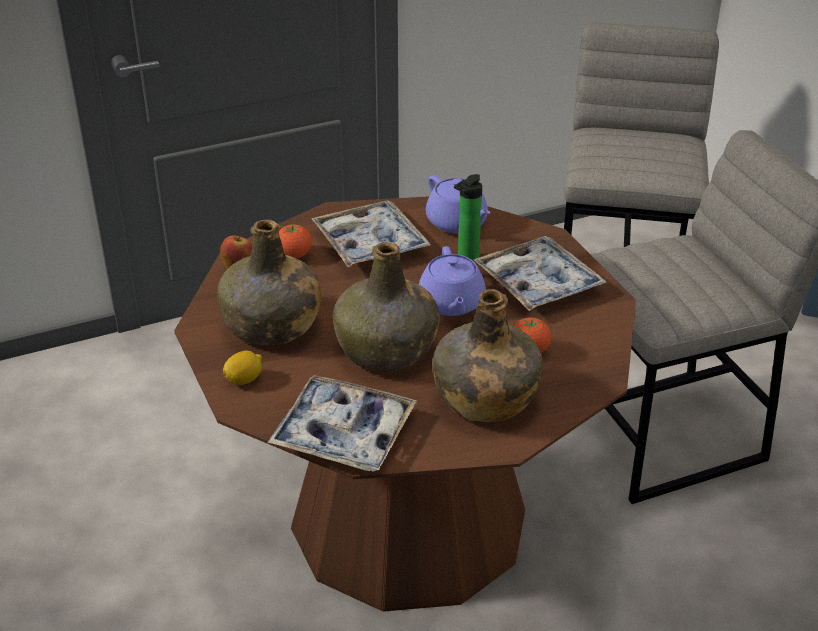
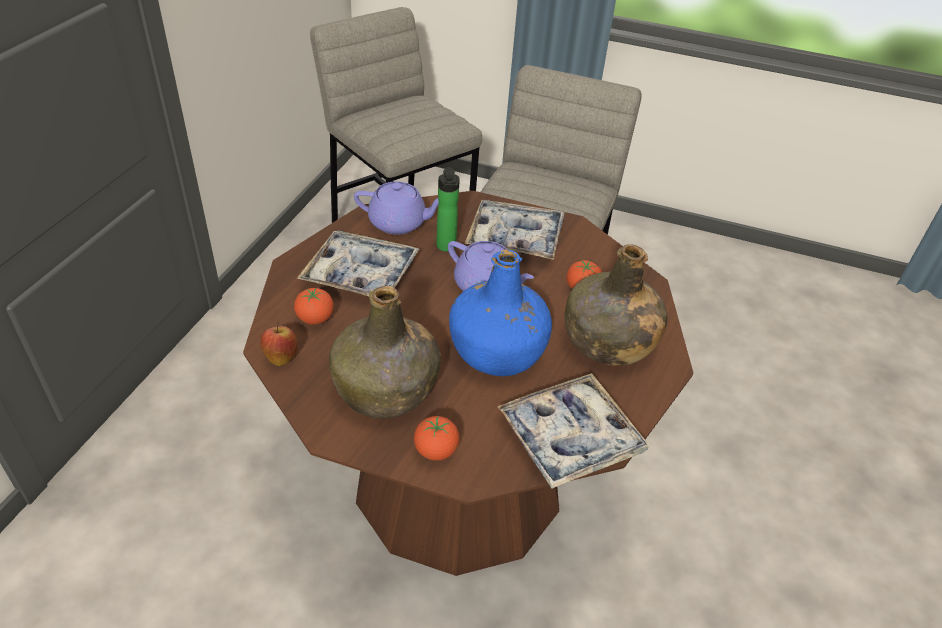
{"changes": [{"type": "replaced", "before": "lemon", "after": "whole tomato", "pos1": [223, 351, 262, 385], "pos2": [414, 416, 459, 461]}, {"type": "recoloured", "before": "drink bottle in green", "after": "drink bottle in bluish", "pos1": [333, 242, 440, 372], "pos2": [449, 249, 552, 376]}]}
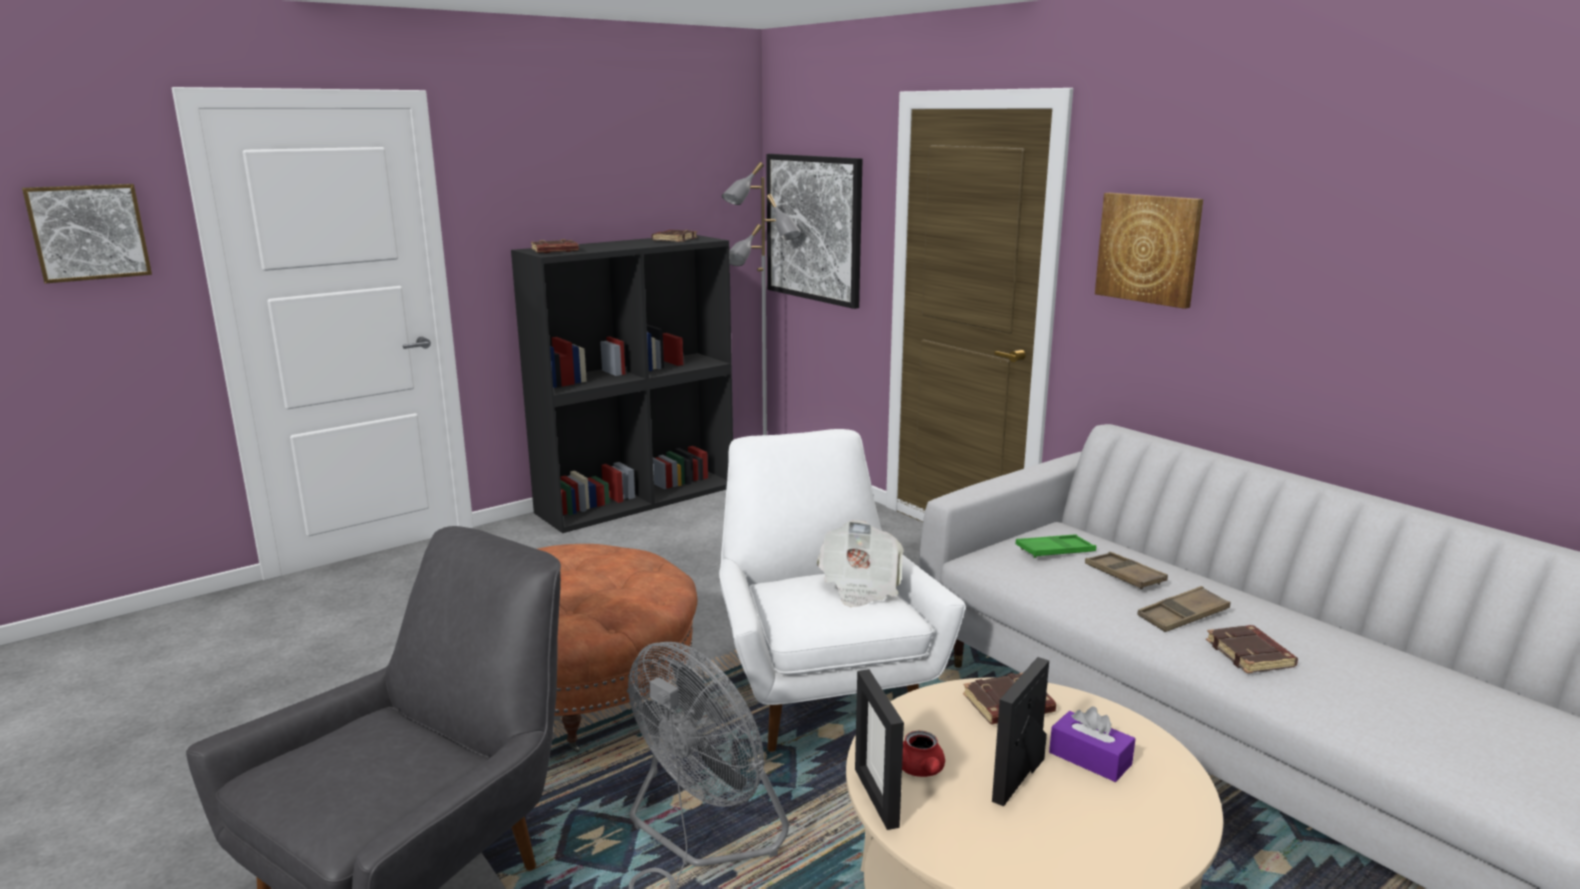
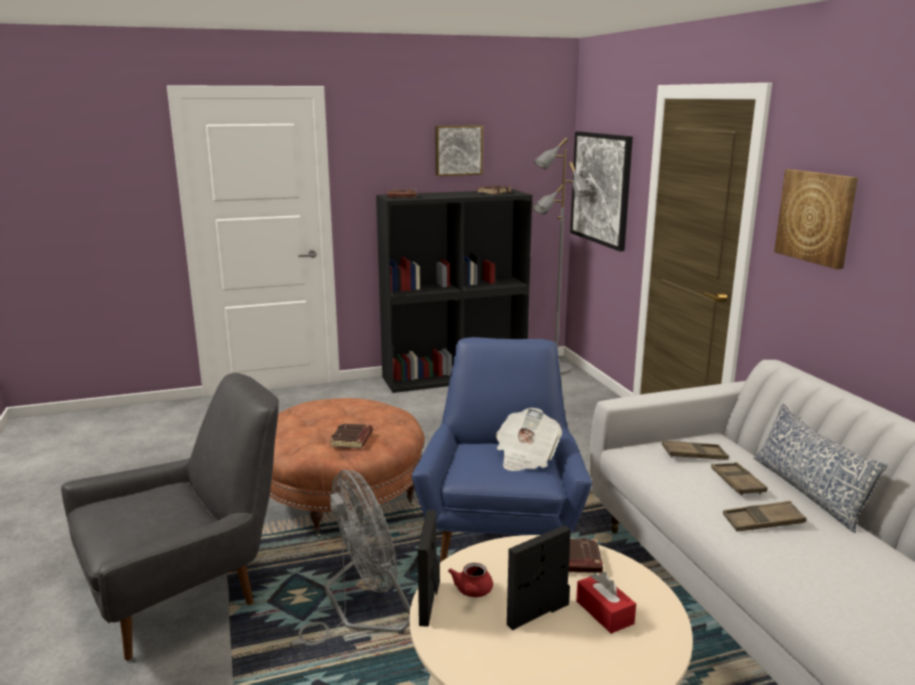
{"changes": [{"type": "added", "after": "cushion", "pos2": [753, 404, 888, 533]}, {"type": "moved", "before": "wall picture", "pos1": [22, 184, 152, 284], "pos2": [435, 125, 483, 176]}, {"type": "moved", "before": "bound book in brown-coloured", "pos1": [1206, 625, 1298, 673], "pos2": [330, 423, 373, 448]}, {"type": "recoloured", "before": "easy chair in white-coloured", "after": "easy chair in bluish", "pos1": [719, 429, 966, 752], "pos2": [412, 337, 592, 562]}, {"type": "recoloured", "before": "serving tray in green", "after": "serving tray in brown-coloured", "pos1": [1015, 534, 1096, 558], "pos2": [662, 440, 729, 460]}, {"type": "recoloured", "before": "tissue box in purplish", "after": "tissue box in red-coloured", "pos1": [1049, 707, 1135, 782], "pos2": [576, 572, 636, 634]}]}
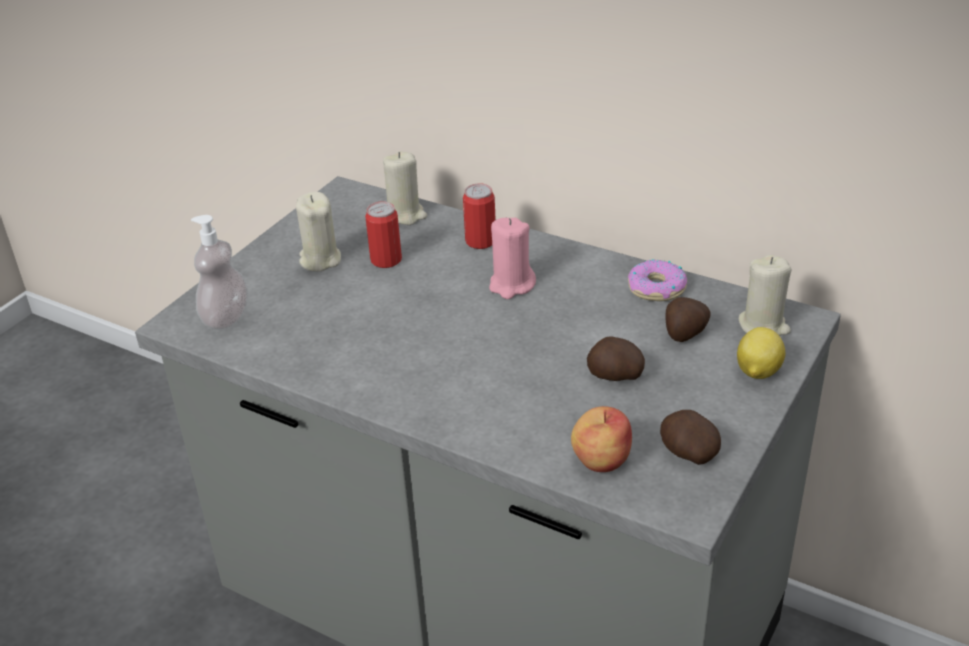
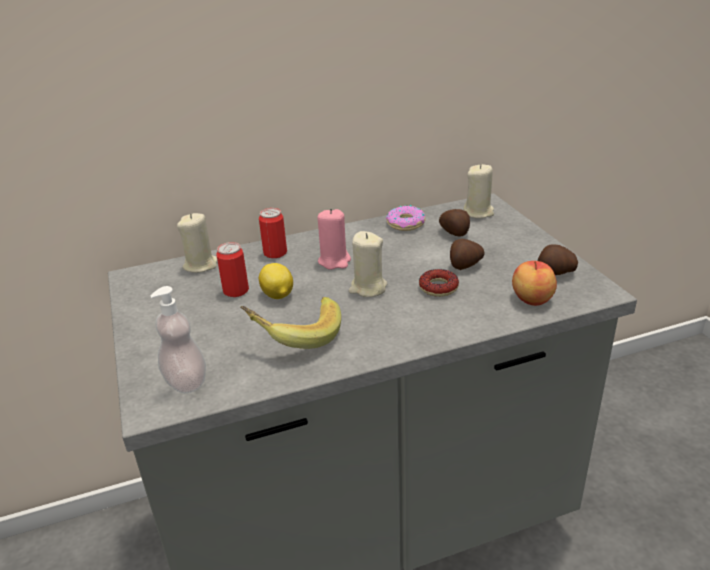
{"changes": [{"type": "added", "after": "banana fruit", "pos2": [240, 297, 341, 349]}, {"type": "added", "after": "donut", "pos2": [419, 269, 459, 297]}, {"type": "moved", "before": "wax candle in sand-coloured", "pos1": [296, 192, 341, 271], "pos2": [349, 231, 387, 297]}, {"type": "moved", "before": "lemon", "pos1": [737, 327, 785, 379], "pos2": [259, 263, 293, 299]}]}
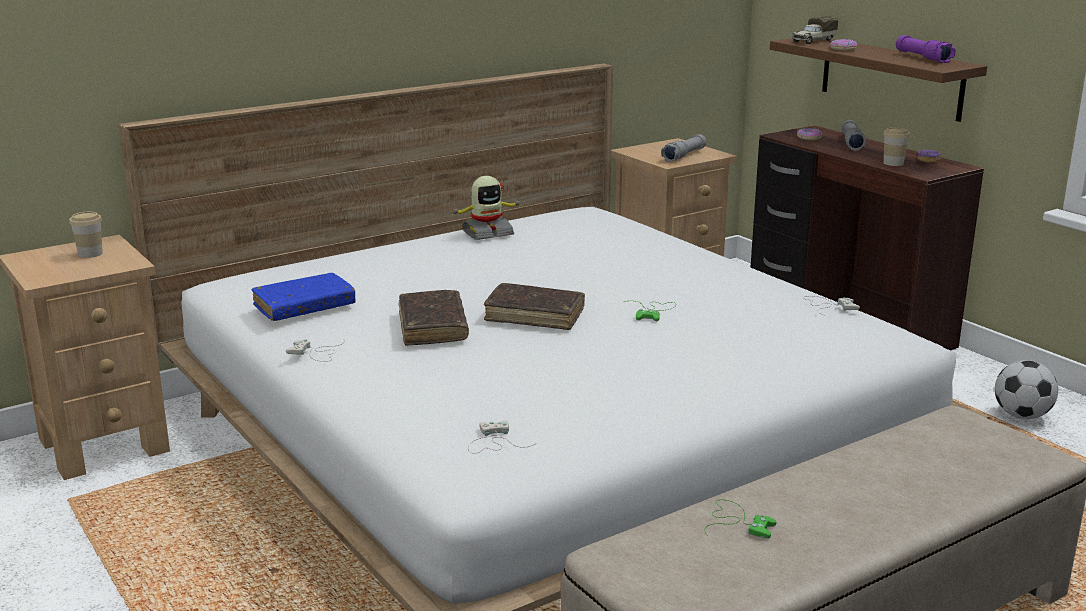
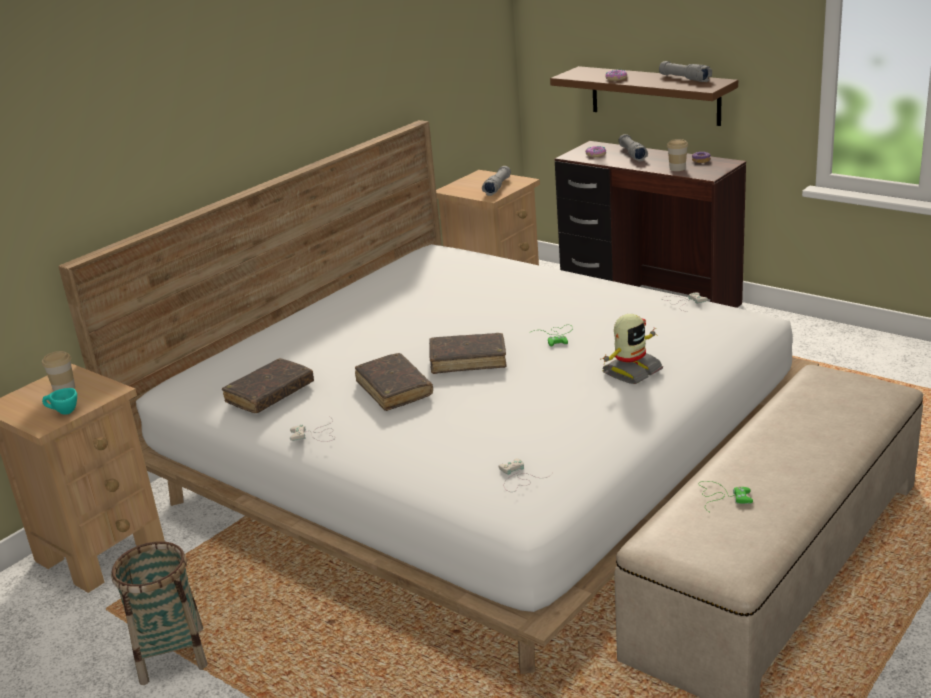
{"changes": [{"type": "removed", "before": "toy truck", "pos1": [792, 16, 838, 44]}, {"type": "removed", "before": "football", "pos1": [995, 360, 1058, 419]}, {"type": "added", "after": "small cup in turquoise", "pos2": [42, 388, 77, 415]}, {"type": "added", "after": "storage basket", "pos2": [111, 541, 208, 685]}, {"type": "moved", "before": "model robot", "pos1": [449, 176, 522, 240], "pos2": [602, 314, 663, 384]}, {"type": "recoloured", "before": "bound book in bluish", "after": "bound book in brown-coloured", "pos1": [251, 273, 356, 321], "pos2": [222, 358, 314, 413]}, {"type": "recoloured", "before": "flashlight in purplish", "after": "flashlight in gray", "pos1": [896, 35, 956, 63], "pos2": [659, 61, 712, 82]}]}
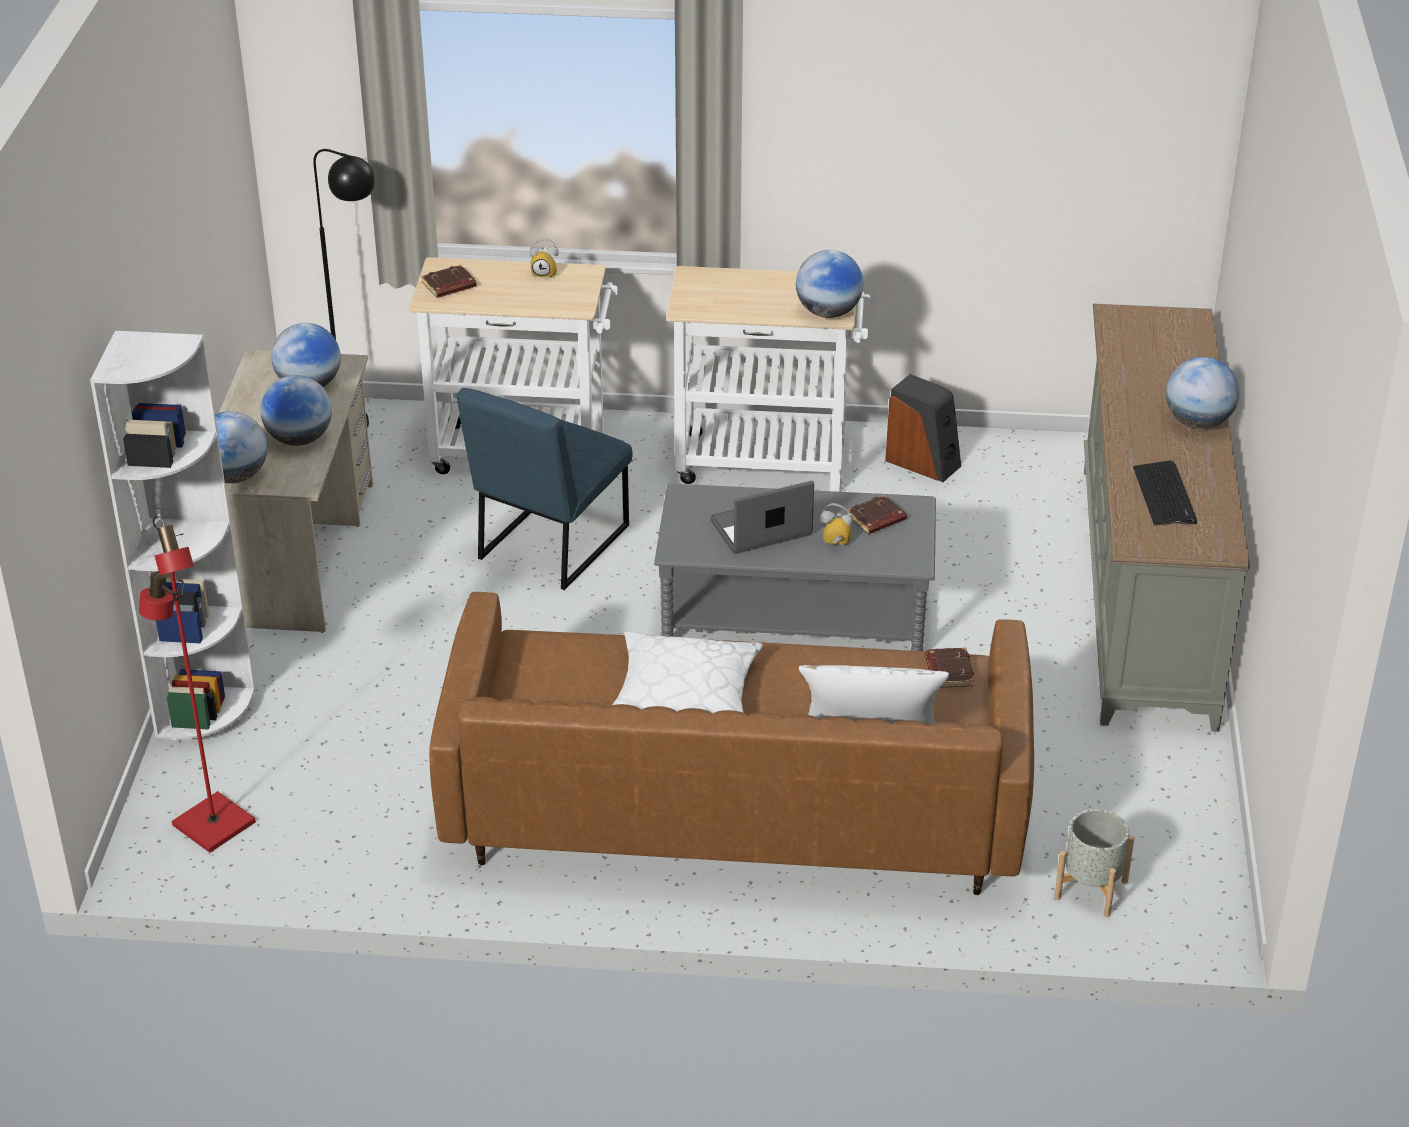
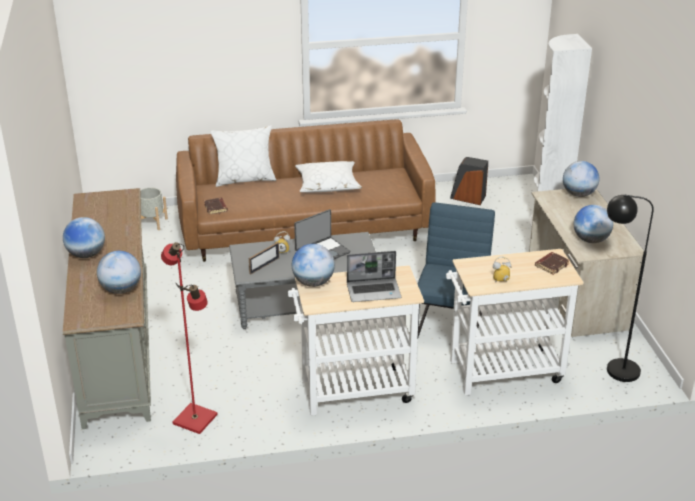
{"changes": [{"type": "removed", "before": "keyboard", "pos1": [1133, 461, 1197, 525]}, {"type": "added", "after": "portable computer", "pos2": [347, 251, 401, 302]}, {"type": "moved", "before": "standard lamp in red-coloured", "pos1": [139, 516, 256, 853], "pos2": [161, 242, 218, 434]}, {"type": "moved", "before": "globe", "pos1": [260, 375, 332, 446], "pos2": [97, 251, 141, 294]}, {"type": "moved", "before": "audio speaker", "pos1": [885, 374, 961, 482], "pos2": [450, 157, 488, 205]}, {"type": "replaced", "before": "bound book in brown-coloured", "after": "picture frame", "pos1": [847, 495, 907, 534], "pos2": [249, 242, 279, 275]}]}
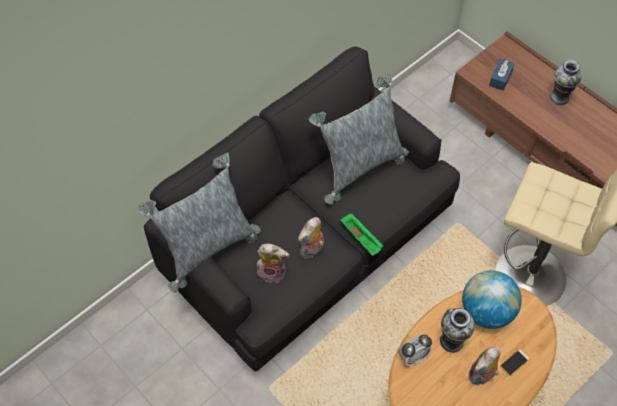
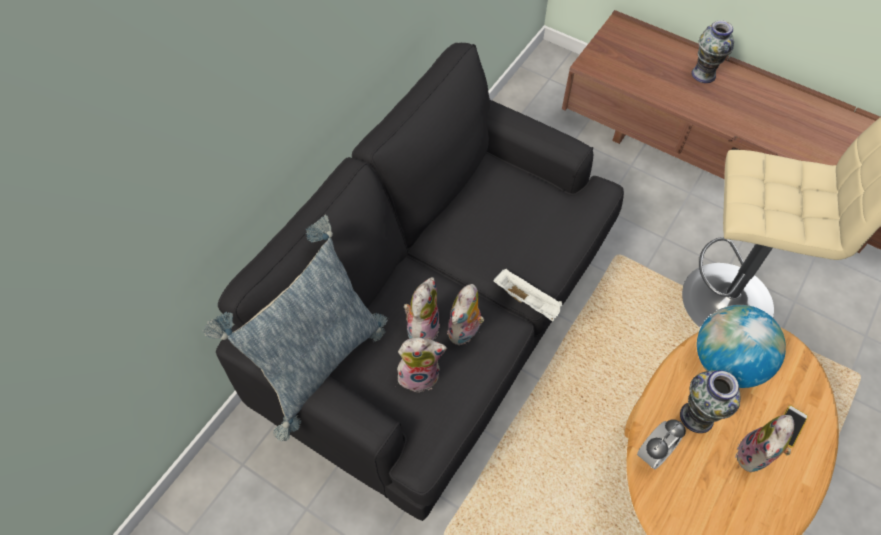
{"changes": [{"type": "removed", "before": "cushion", "pos1": [308, 72, 409, 205]}, {"type": "removed", "before": "tissue box in bluish", "pos1": [489, 58, 515, 91]}, {"type": "added", "after": "cuddly toy", "pos2": [404, 277, 440, 340]}, {"type": "recoloured", "before": "serving tray in green", "after": "serving tray in white-coloured", "pos1": [341, 213, 383, 256], "pos2": [493, 269, 563, 321]}]}
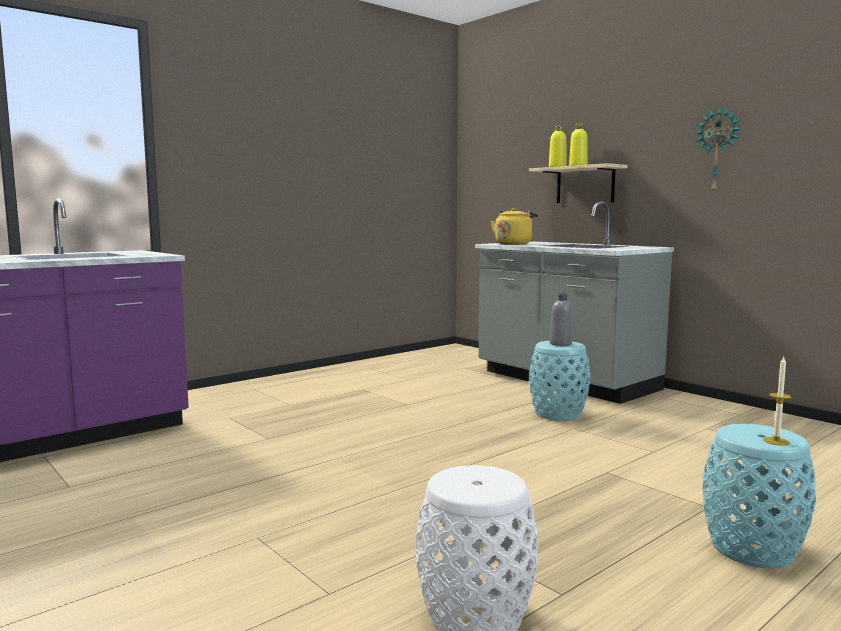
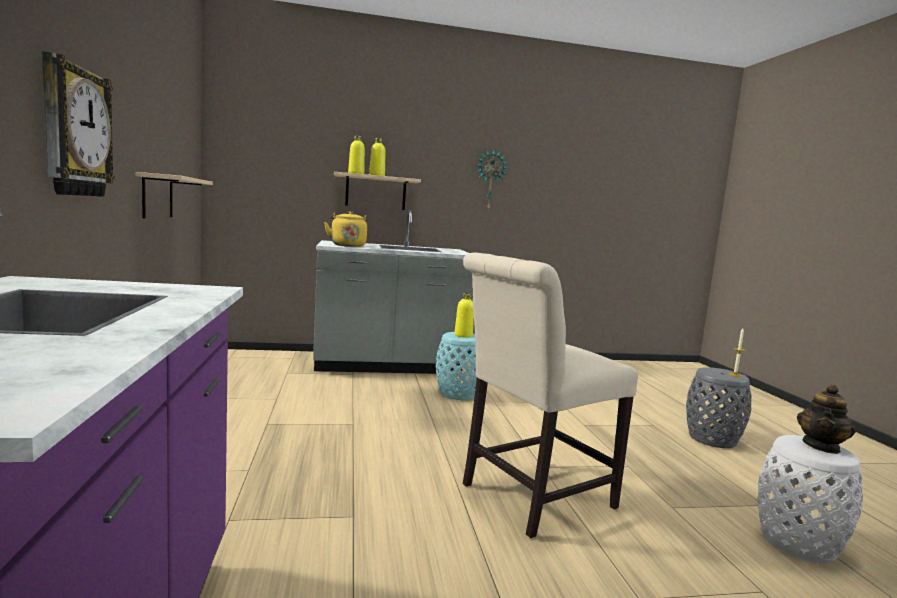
{"changes": [{"type": "added", "after": "wall clock", "pos2": [42, 51, 115, 197]}, {"type": "added", "after": "shelf in sand-coloured", "pos2": [136, 172, 213, 218]}, {"type": "added", "after": "upright chair in sand-coloured", "pos2": [463, 253, 638, 538]}, {"type": "added", "after": "tea pot", "pos2": [797, 385, 856, 454]}, {"type": "recoloured", "before": "drink bottle in gray", "after": "drink bottle in yellow-coloured", "pos1": [550, 293, 572, 346], "pos2": [454, 293, 474, 338]}, {"type": "recoloured", "before": "stool in turquoise", "after": "stool in gray", "pos1": [703, 424, 816, 568], "pos2": [686, 367, 752, 448]}]}
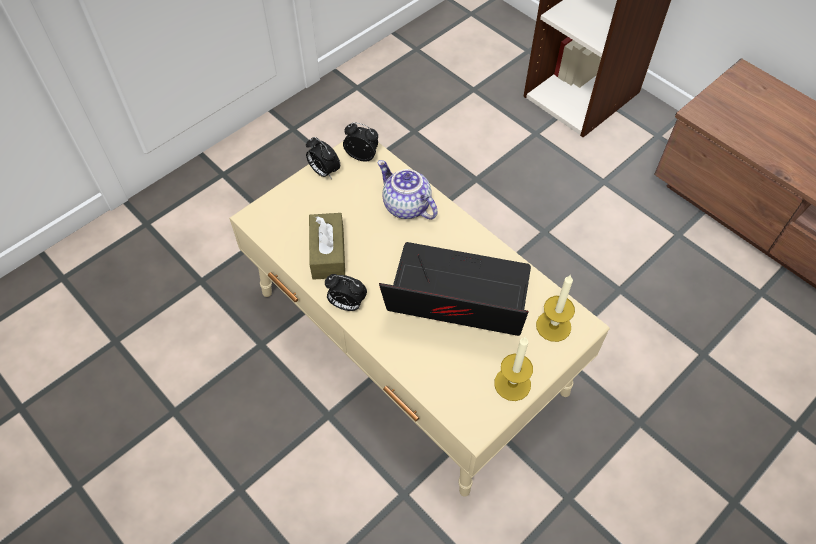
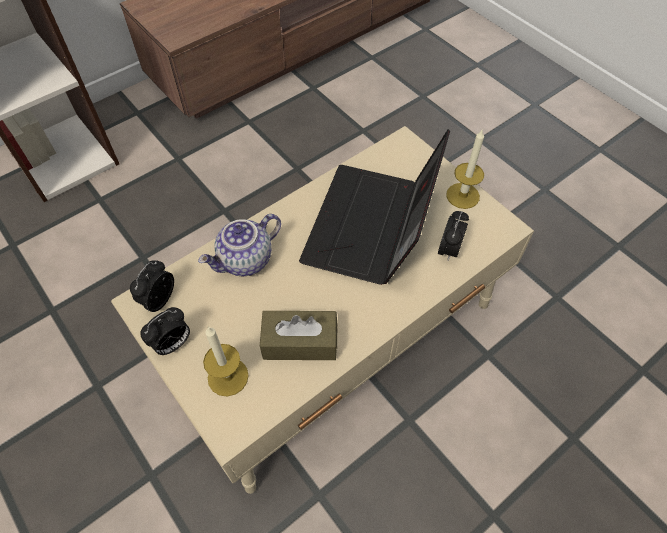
{"changes": [{"type": "moved", "before": "alarm clock", "pos1": [325, 274, 367, 311], "pos2": [438, 211, 469, 261]}, {"type": "moved", "before": "wax candle", "pos1": [536, 275, 575, 342], "pos2": [203, 326, 249, 397]}]}
